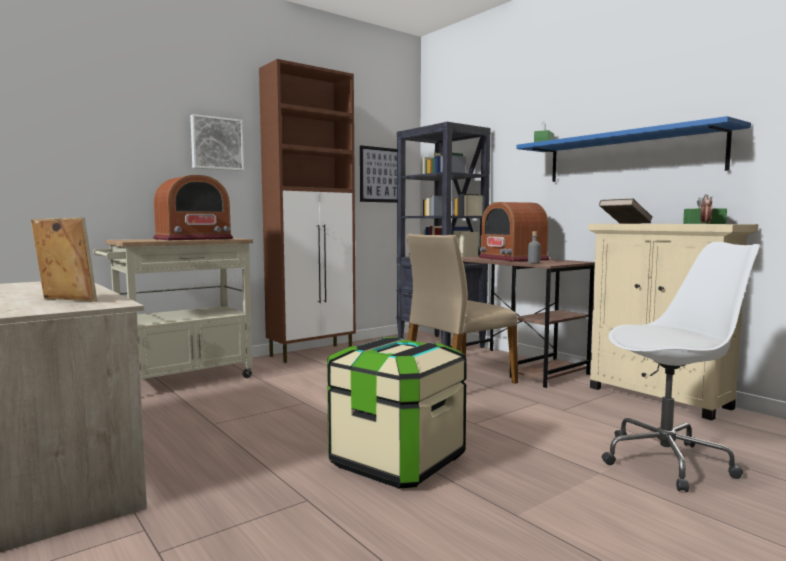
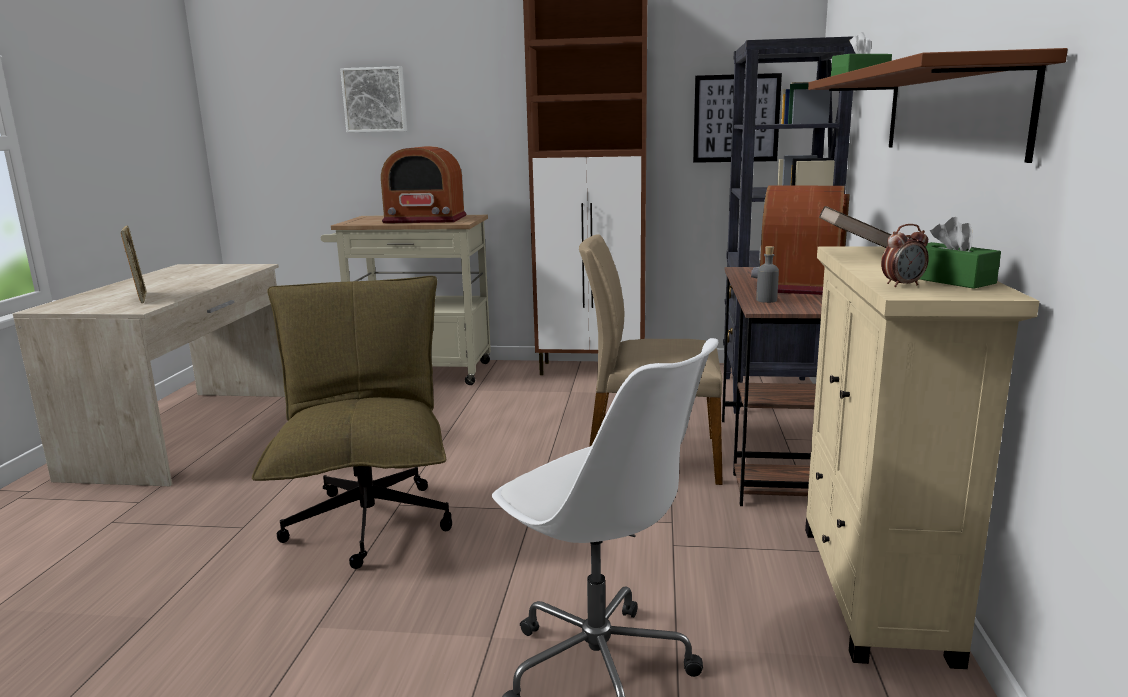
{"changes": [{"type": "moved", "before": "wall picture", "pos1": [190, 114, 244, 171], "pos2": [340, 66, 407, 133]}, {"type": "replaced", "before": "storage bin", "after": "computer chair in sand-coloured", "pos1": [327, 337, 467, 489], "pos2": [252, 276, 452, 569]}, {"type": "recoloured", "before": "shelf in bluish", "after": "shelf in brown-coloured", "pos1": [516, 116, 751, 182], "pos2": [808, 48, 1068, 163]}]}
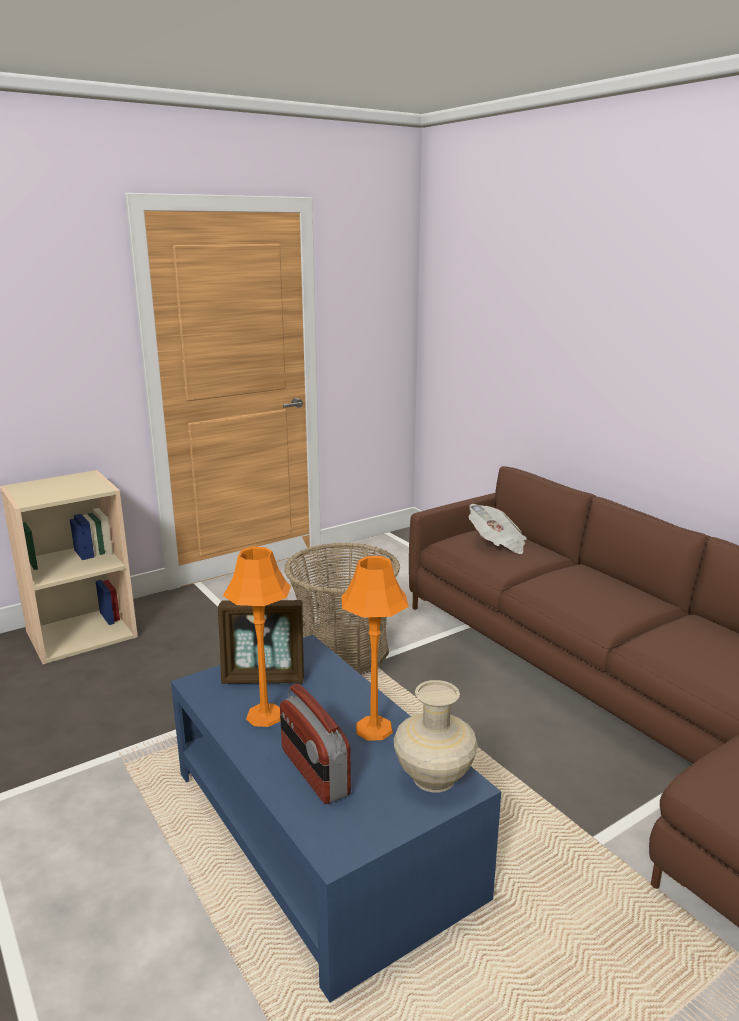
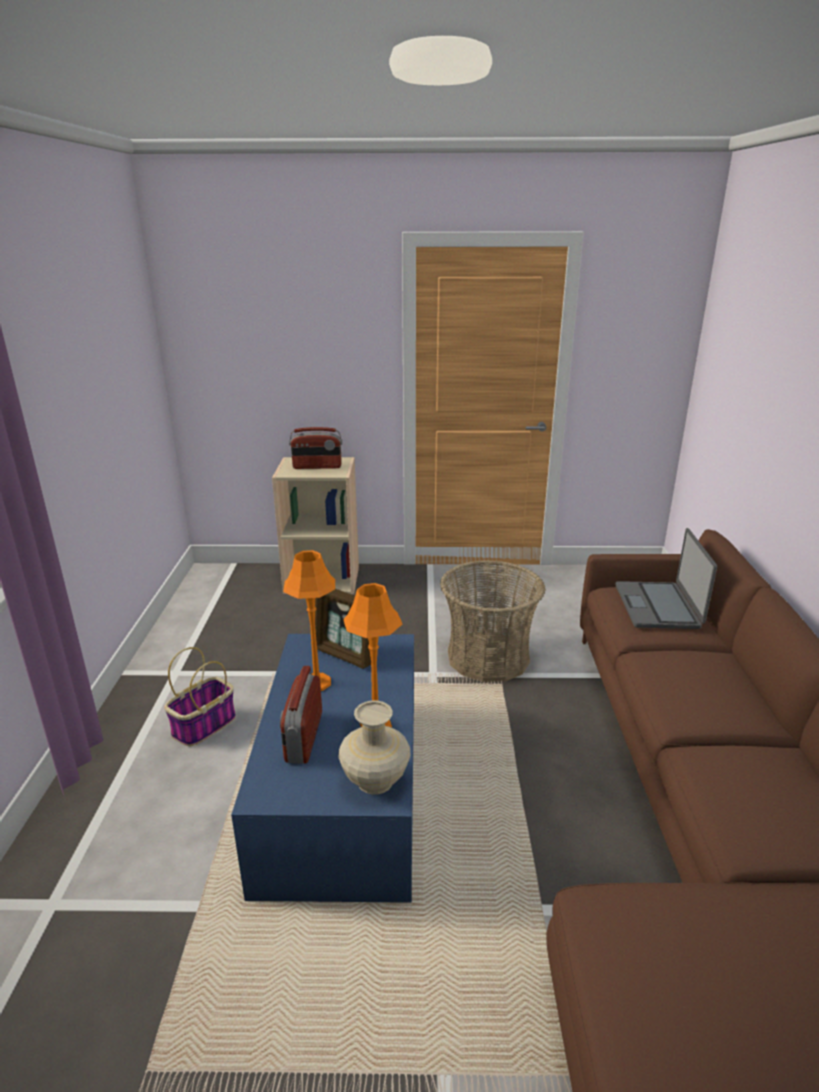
{"changes": [{"type": "added", "after": "storage basket", "pos2": [164, 647, 236, 746]}, {"type": "added", "after": "radio receiver", "pos2": [289, 427, 342, 469]}, {"type": "replaced", "before": "daily paper", "after": "portable computer", "pos1": [468, 504, 527, 554], "pos2": [616, 528, 717, 629]}]}
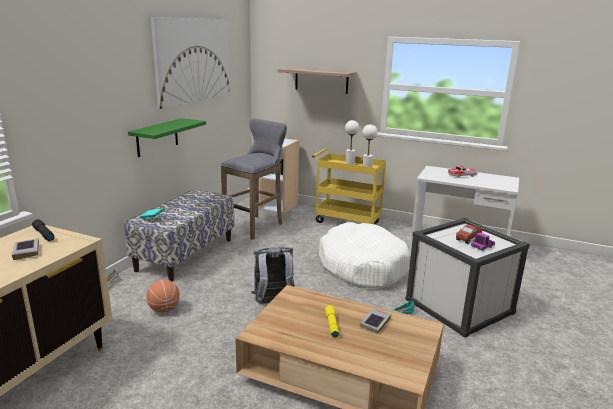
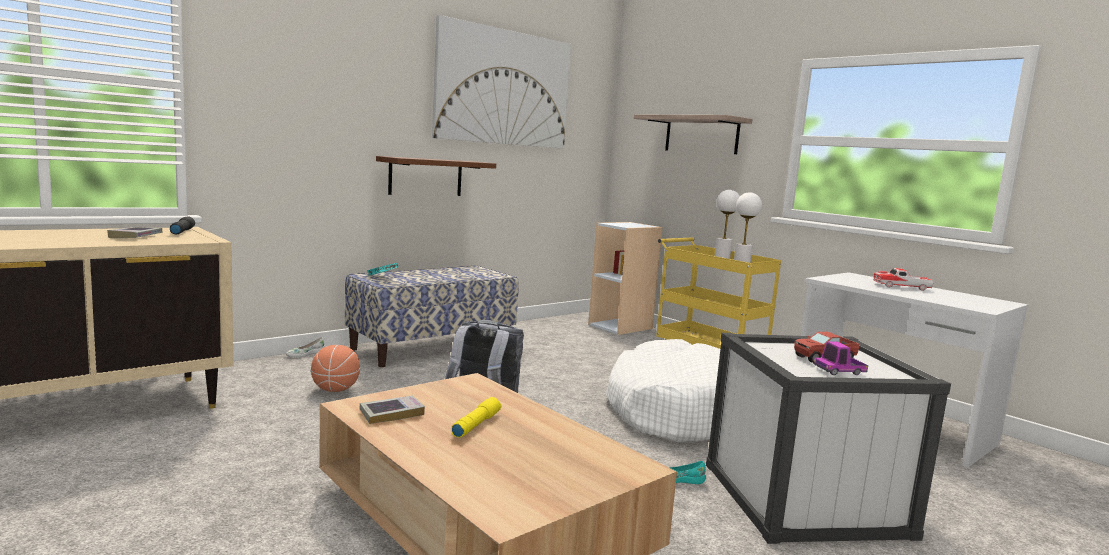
{"changes": [{"type": "removed", "before": "stool in gray", "pos1": [221, 119, 287, 240]}, {"type": "moved", "before": "bound book", "pos1": [360, 308, 391, 334], "pos2": [360, 396, 425, 424]}, {"type": "recoloured", "before": "shelf in green", "after": "shelf in brown-coloured", "pos1": [128, 118, 206, 157], "pos2": [376, 156, 496, 196]}]}
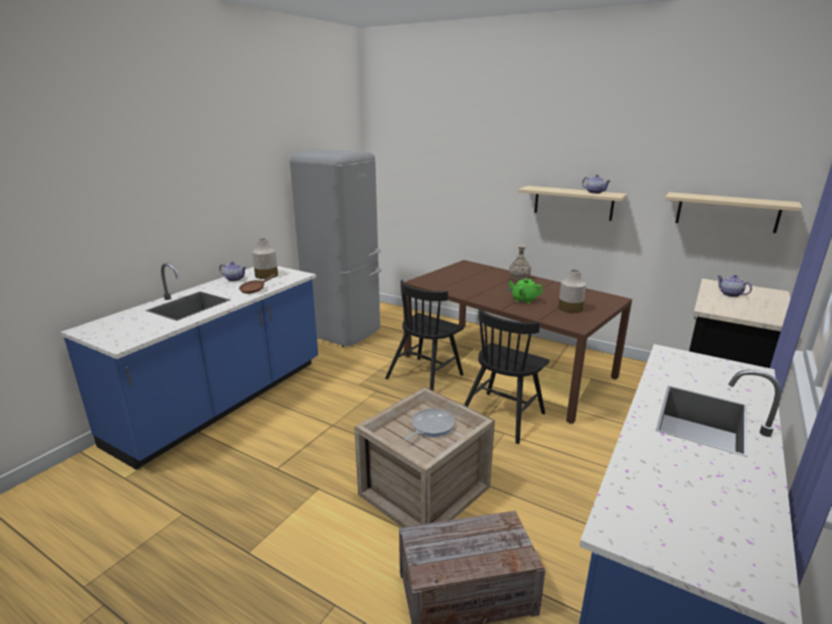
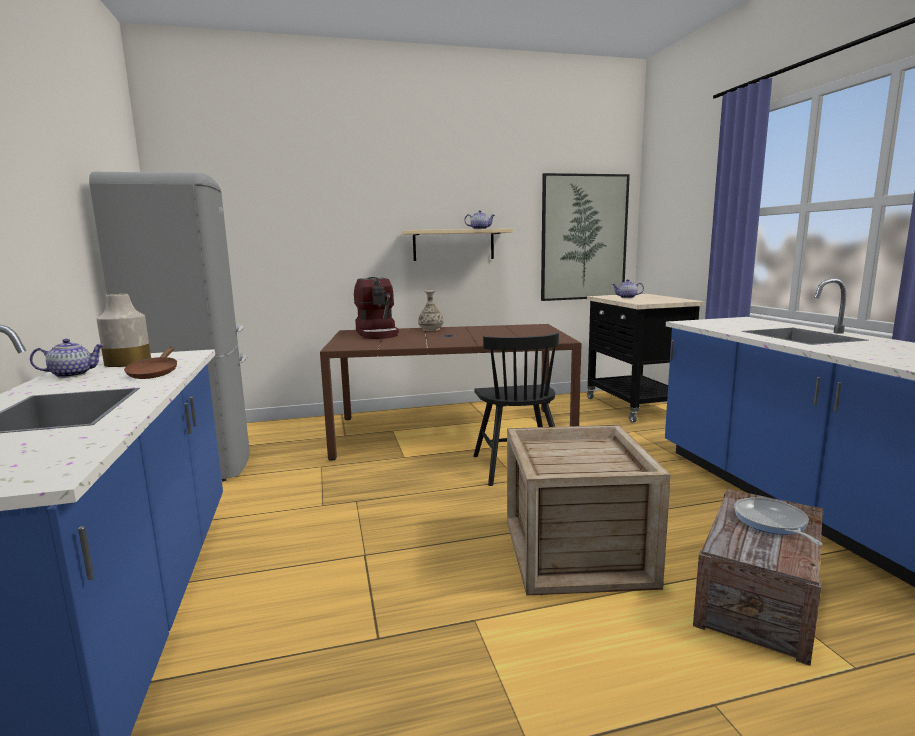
{"changes": [{"type": "removed", "before": "upright chair in black", "pos1": [385, 280, 464, 391]}, {"type": "removed", "before": "tea pot in green", "pos1": [508, 279, 543, 304]}, {"type": "removed", "before": "vase in sand-coloured", "pos1": [558, 269, 586, 313]}, {"type": "added", "after": "coffee maker", "pos2": [354, 277, 399, 339]}, {"type": "moved", "before": "frying pan", "pos1": [405, 409, 455, 441], "pos2": [734, 497, 823, 545]}, {"type": "replaced", "before": "shelf in sand-coloured", "after": "wall picture", "pos1": [665, 192, 802, 233], "pos2": [541, 173, 630, 301]}]}
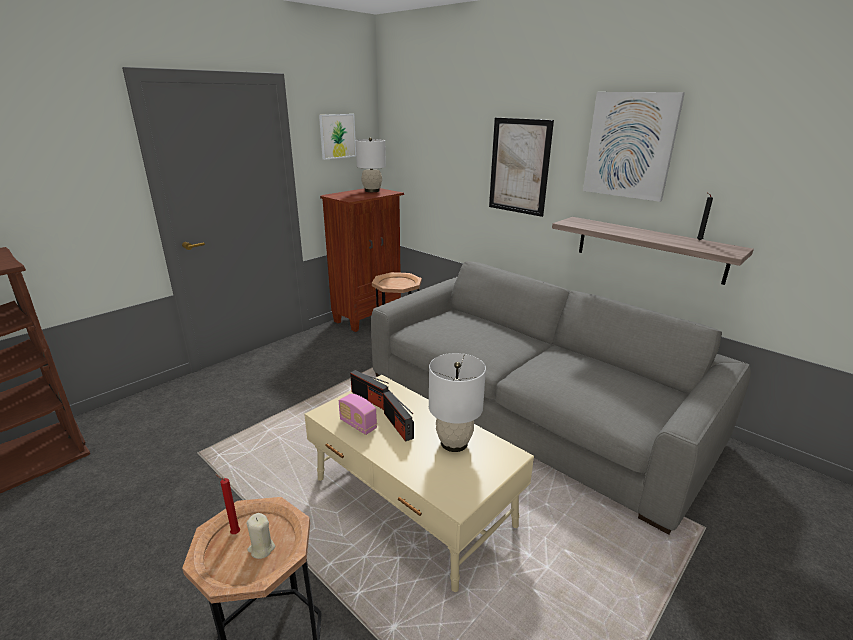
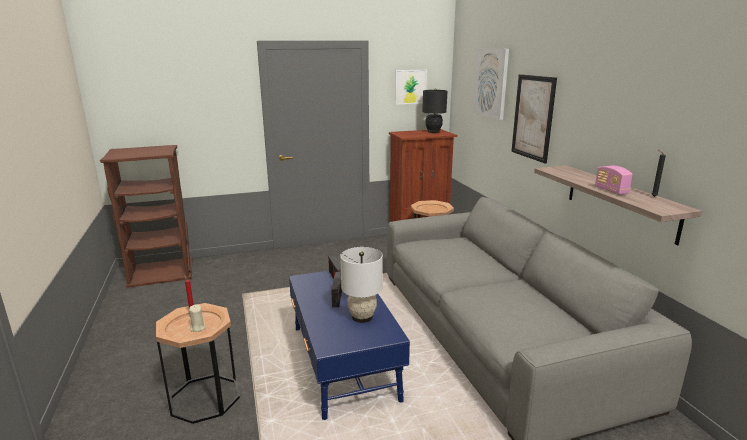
{"changes": [{"type": "moved", "before": "radio receiver", "pos1": [339, 394, 377, 435], "pos2": [595, 166, 633, 195]}, {"type": "moved", "before": "wall picture", "pos1": [583, 92, 685, 202], "pos2": [473, 49, 509, 120]}, {"type": "recoloured", "before": "coffee table in sand-coloured", "after": "coffee table in bluish", "pos1": [304, 375, 534, 592], "pos2": [289, 271, 410, 420]}, {"type": "recoloured", "before": "lamp for a table in white-coloured", "after": "lamp for a table in black", "pos1": [356, 138, 386, 192], "pos2": [422, 89, 447, 133]}]}
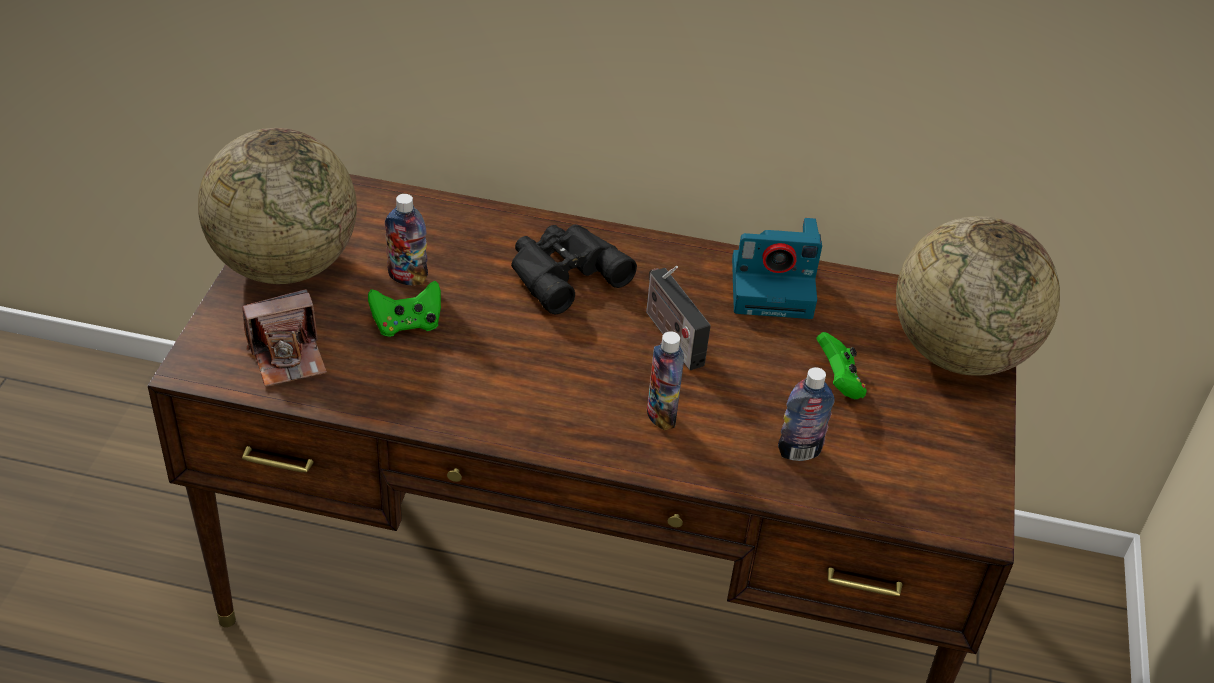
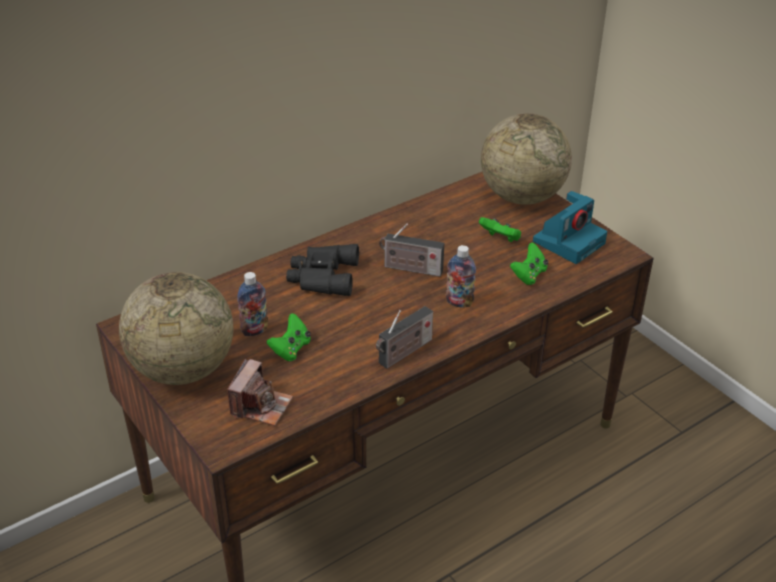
{"changes": [{"type": "added", "after": "radio receiver", "pos2": [376, 306, 433, 369]}, {"type": "moved", "before": "still camera", "pos1": [732, 218, 822, 319], "pos2": [533, 191, 607, 264]}, {"type": "replaced", "before": "drink bottle", "after": "joypad in green", "pos1": [778, 367, 835, 461], "pos2": [510, 243, 548, 285]}]}
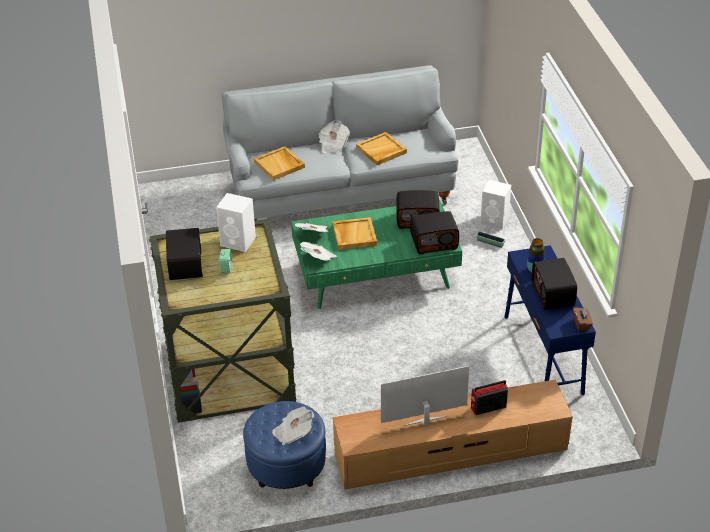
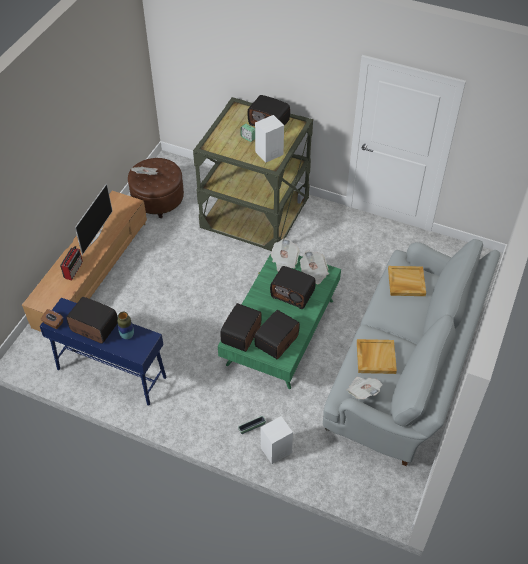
{"changes": [{"type": "moved", "before": "daily paper", "pos1": [318, 120, 350, 153], "pos2": [346, 377, 383, 399]}, {"type": "replaced", "before": "serving tray in sand-coloured", "after": "radio receiver", "pos1": [333, 217, 377, 250], "pos2": [270, 266, 316, 309]}, {"type": "recoloured", "before": "footrest in bluish", "after": "footrest in brown-coloured", "pos1": [243, 401, 326, 489], "pos2": [128, 158, 184, 218]}]}
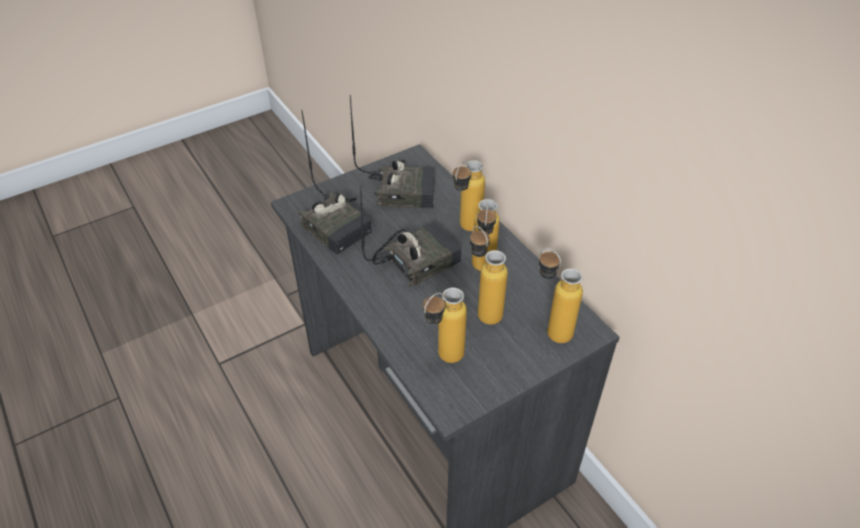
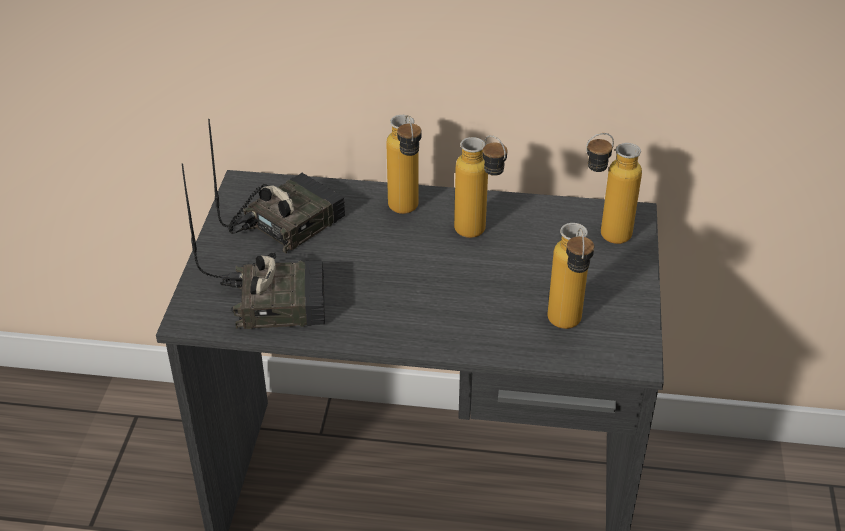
{"changes": [{"type": "removed", "before": "radio receiver", "pos1": [360, 186, 461, 287]}, {"type": "removed", "before": "drink bottle", "pos1": [470, 226, 508, 325]}]}
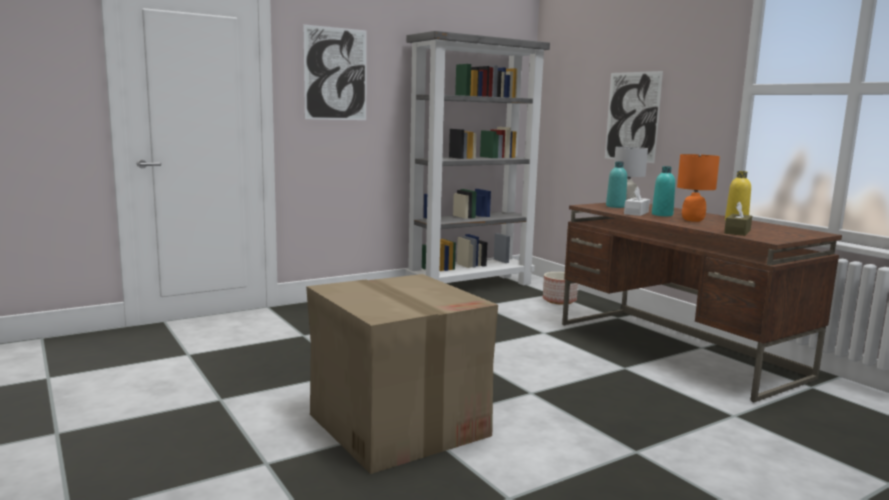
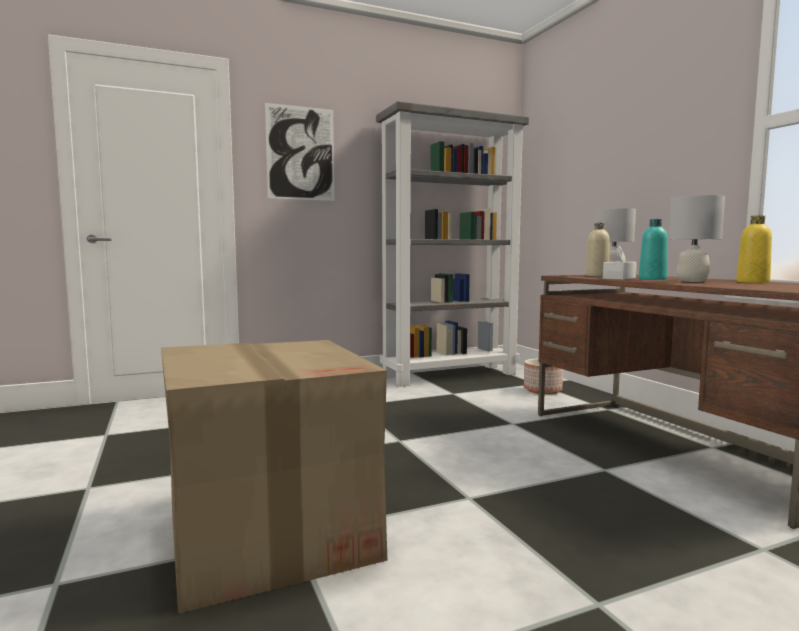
{"changes": [{"type": "removed", "before": "wall picture", "pos1": [605, 71, 663, 163]}, {"type": "removed", "before": "tissue box in brown-coloured", "pos1": [724, 201, 752, 236]}, {"type": "recoloured", "before": "drink bottle in turquoise", "after": "drink bottle in sand-coloured", "pos1": [606, 161, 627, 208], "pos2": [585, 223, 610, 276]}, {"type": "recoloured", "before": "lamp for a table in orange-coloured", "after": "lamp for a table in gray", "pos1": [677, 154, 720, 222], "pos2": [669, 195, 725, 282]}]}
